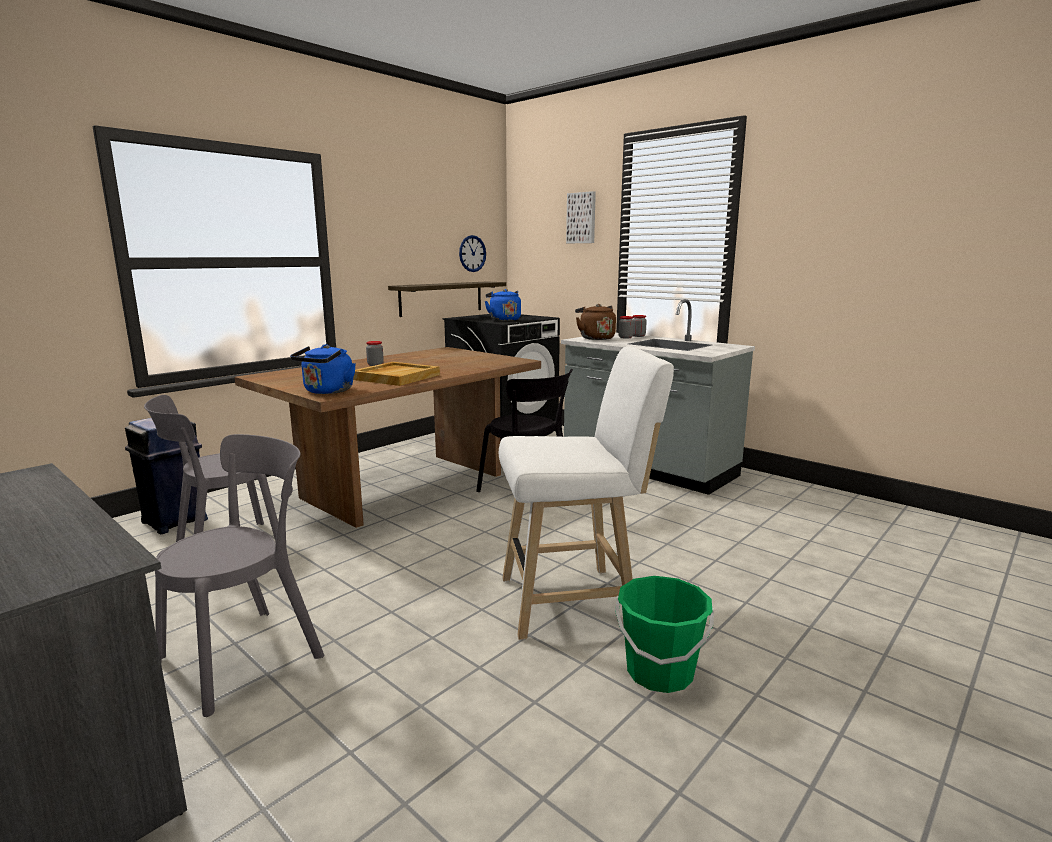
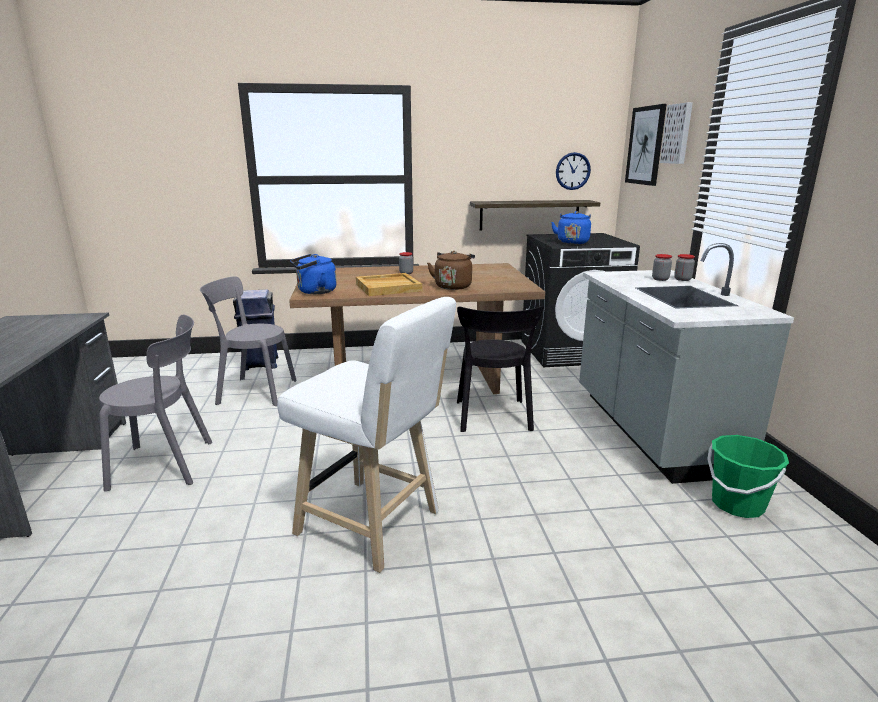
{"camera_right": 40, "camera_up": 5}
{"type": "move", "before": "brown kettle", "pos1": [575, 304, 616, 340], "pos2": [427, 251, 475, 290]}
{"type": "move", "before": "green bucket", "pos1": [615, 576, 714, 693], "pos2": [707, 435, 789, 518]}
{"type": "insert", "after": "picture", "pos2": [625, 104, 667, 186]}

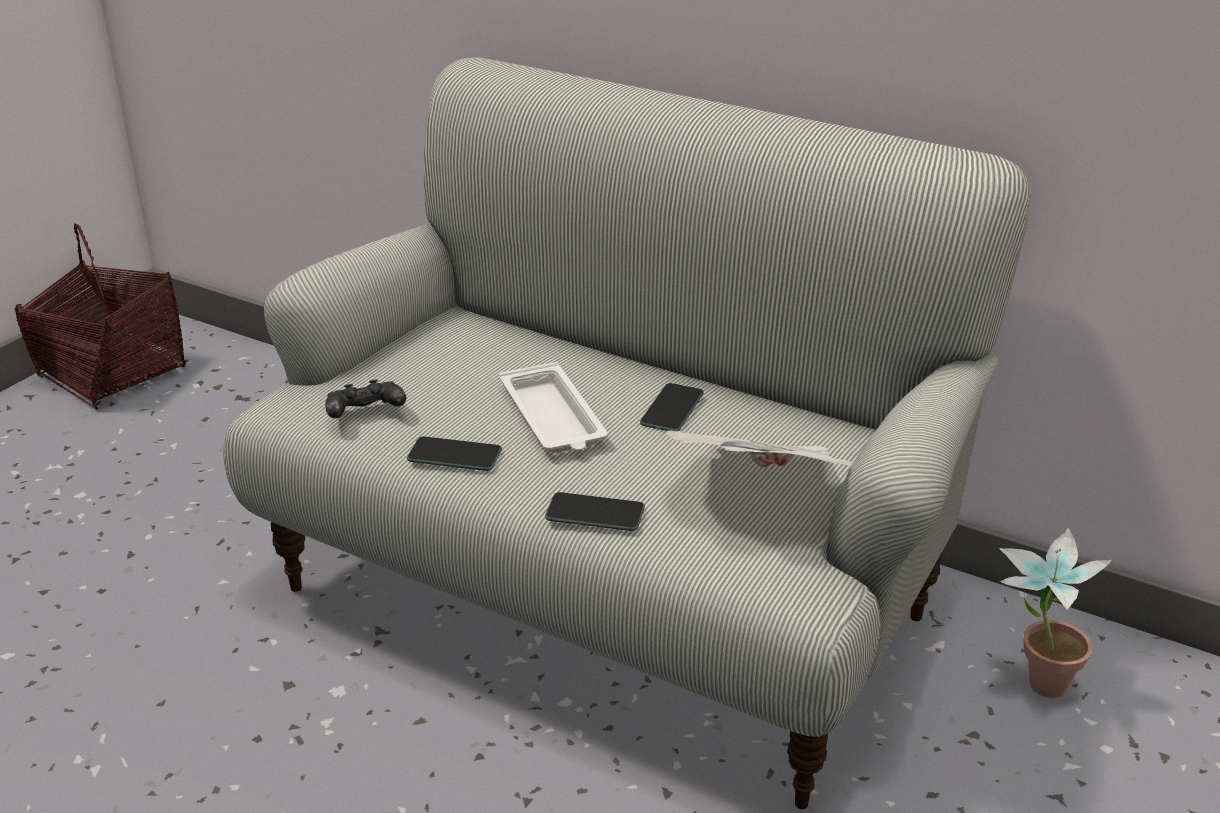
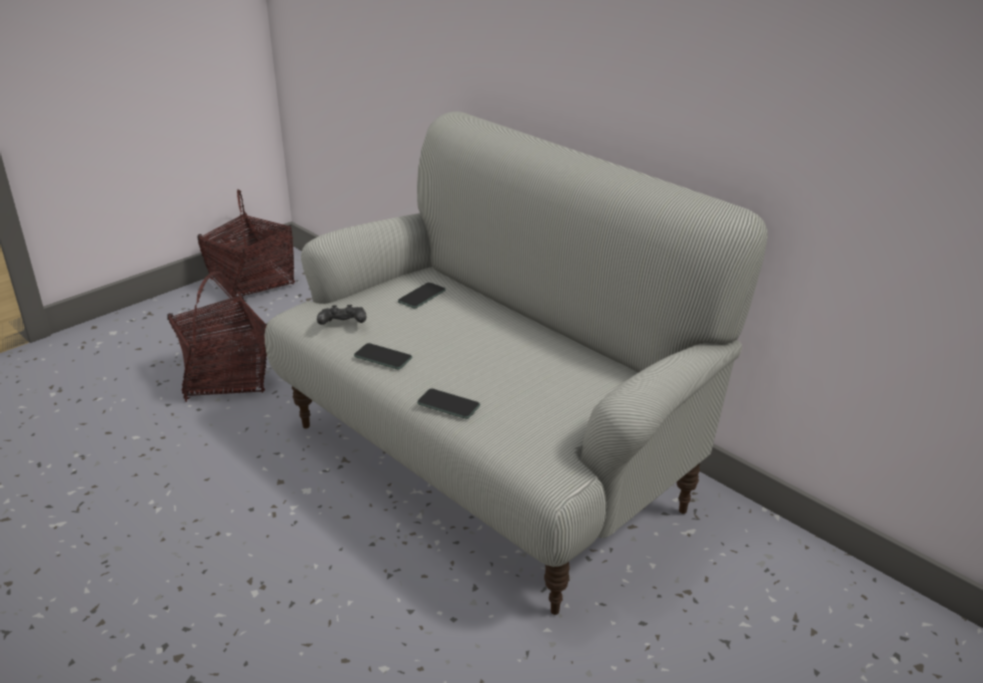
{"camera_right": 15, "camera_up": 0}
{"type": "delete", "before": "white tray", "pos1": [499, 362, 608, 453]}
{"type": "move", "before": "phone", "pos1": [640, 383, 704, 431], "pos2": [398, 282, 446, 308]}
{"type": "delete", "before": "newspaper", "pos1": [666, 431, 852, 467]}
{"type": "delete", "before": "potted plant", "pos1": [999, 528, 1112, 698]}
{"type": "insert", "after": "basket", "pos2": [167, 271, 267, 402]}

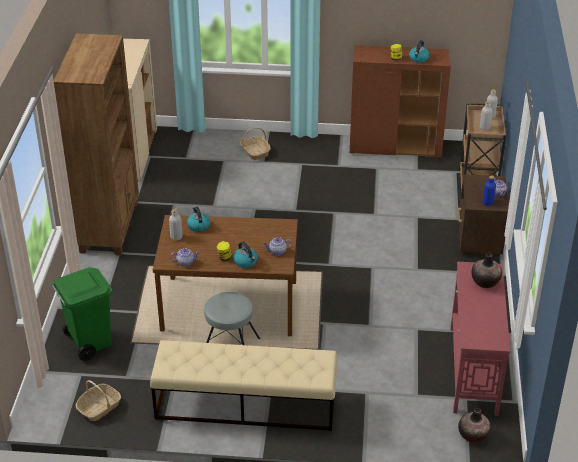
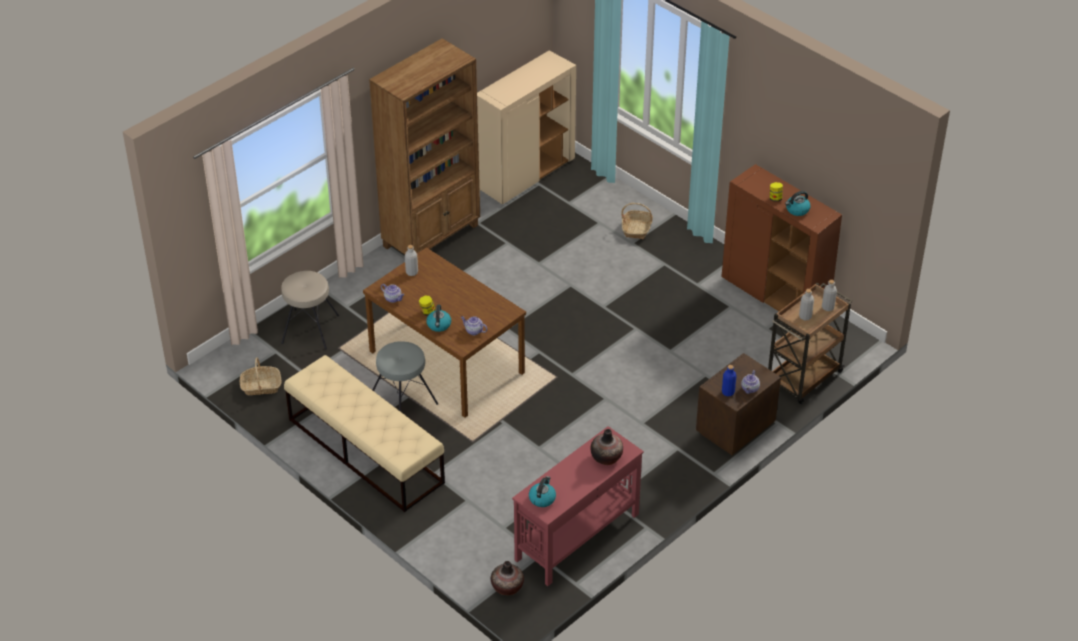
{"camera_right": 40, "camera_up": 5}
{"type": "replace", "before": "green trash can", "after": "beige stool", "pos1": [51, 268, 113, 361], "pos2": [281, 271, 339, 350]}
{"type": "move", "before": "kettle", "pos1": [187, 206, 210, 232], "pos2": [529, 476, 556, 507]}

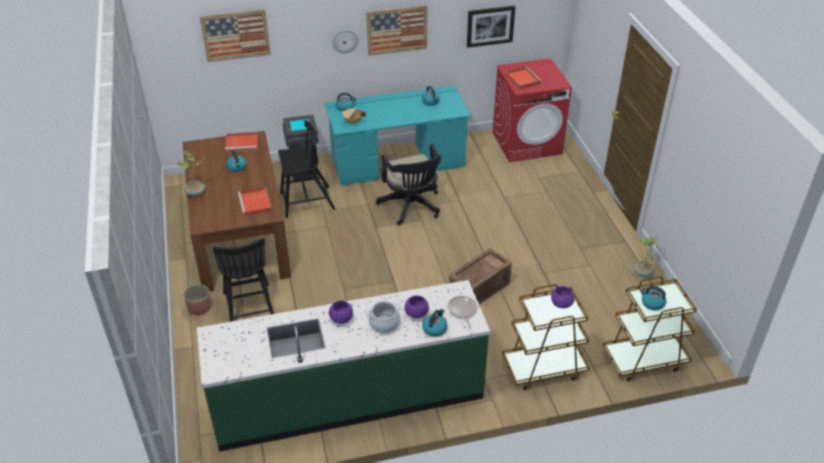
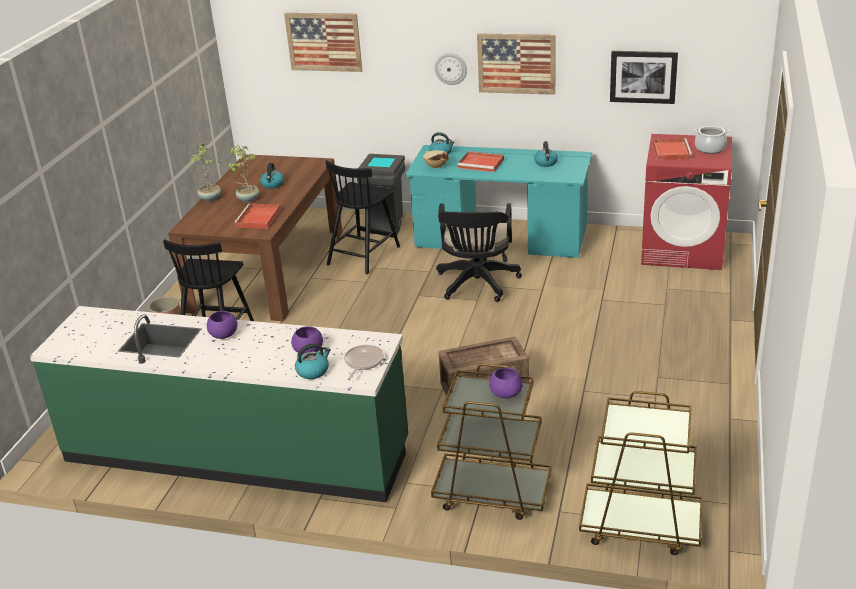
{"camera_right": 30, "camera_up": -10}
{"type": "move", "before": "red tray", "pos1": [225, 132, 258, 152], "pos2": [457, 151, 504, 172]}
{"type": "rotate", "before": "black chair", "pos1": [278, 120, 335, 218], "pos2": [325, 160, 400, 274], "turn": 105}
{"type": "move", "before": "cooking pot", "pos1": [367, 301, 401, 333], "pos2": [694, 126, 730, 154]}
{"type": "move", "before": "potted plant", "pos1": [634, 237, 659, 277], "pos2": [228, 145, 259, 202]}
{"type": "delete", "before": "kettle", "pos1": [640, 286, 666, 311]}

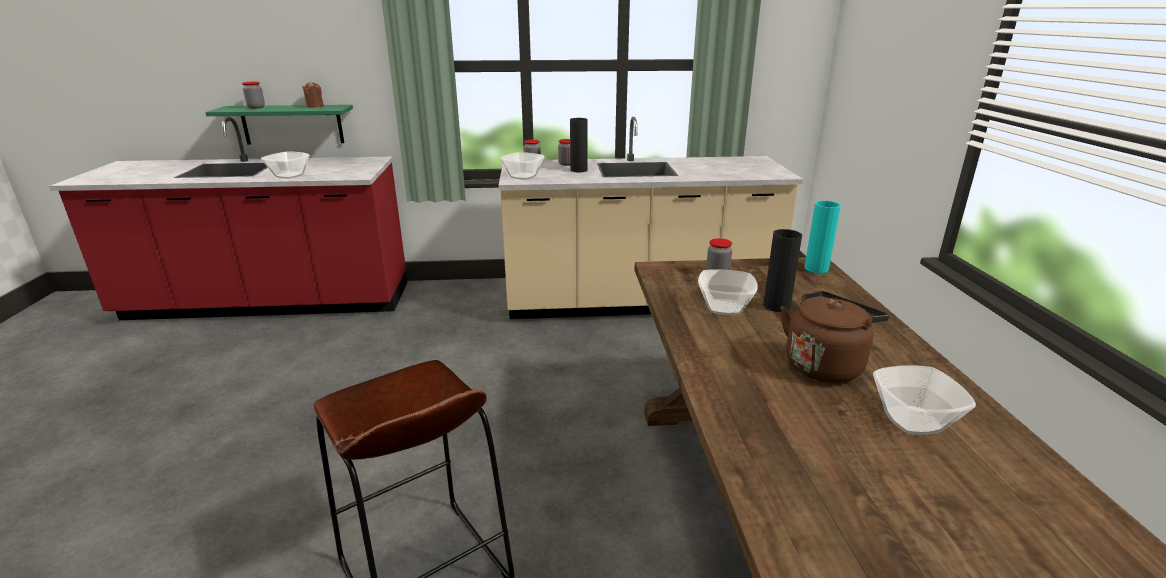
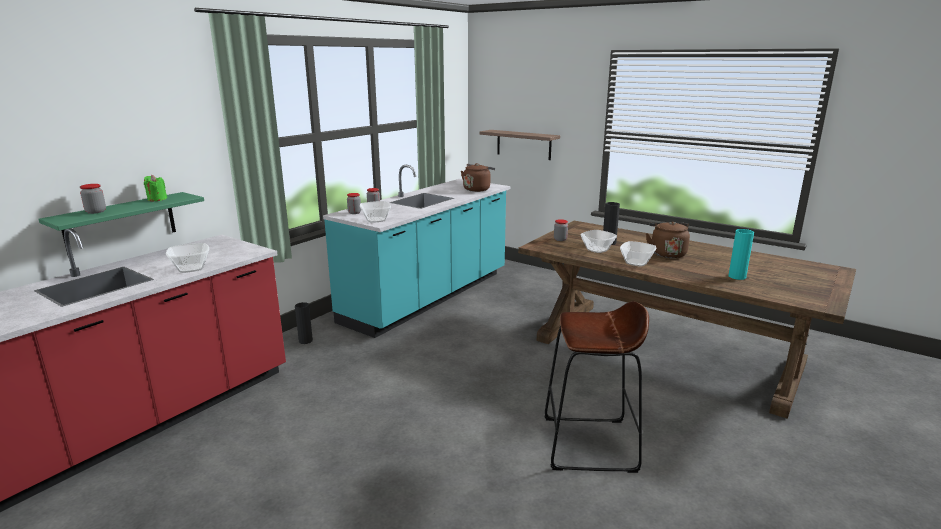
{"camera_right": -50, "camera_up": -5}
{"type": "recolor", "before": "brown candle", "after": "green candle", "pos1": [302, 81, 324, 108], "pos2": [144, 175, 167, 202]}
{"type": "recolor", "before": "beige counter", "after": "turquoise counter", "pos1": [499, 117, 803, 319], "pos2": [323, 165, 510, 338]}
{"type": "move", "before": "black vase", "pos1": [570, 118, 588, 172], "pos2": [295, 302, 313, 344]}
{"type": "move", "before": "turquoise vase", "pos1": [804, 201, 841, 273], "pos2": [728, 229, 754, 280]}
{"type": "move", "before": "bowl", "pos1": [873, 365, 976, 435], "pos2": [620, 241, 656, 267]}
{"type": "insert", "after": "brown kettle", "pos2": [461, 163, 495, 192]}
{"type": "insert", "after": "shelf", "pos2": [479, 130, 560, 160]}

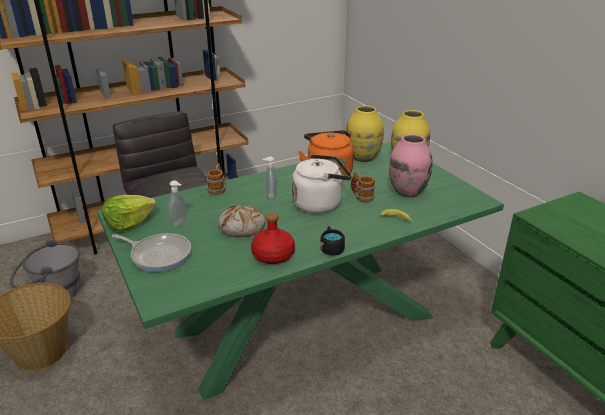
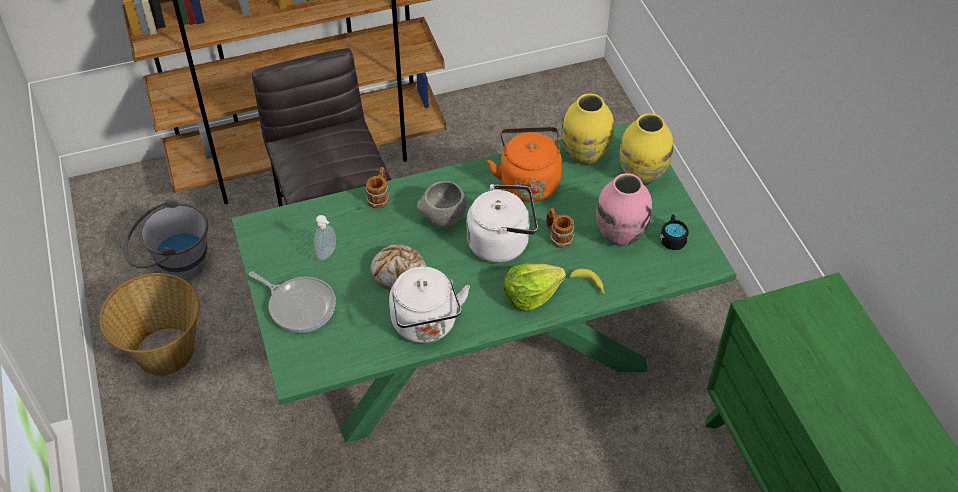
{"camera_right": 10, "camera_up": 20}
{"type": "move", "before": "lettuce", "pos1": [102, 195, 156, 232], "pos2": [503, 263, 566, 312]}
{"type": "replace", "before": "red bottle", "after": "white kettle", "pos1": [251, 213, 295, 264], "pos2": [389, 267, 470, 343]}
{"type": "replace", "before": "soap dispenser", "after": "grey bowl", "pos1": [263, 156, 277, 199], "pos2": [417, 181, 467, 227]}
{"type": "move", "before": "black mug", "pos1": [320, 226, 345, 256], "pos2": [660, 214, 689, 250]}

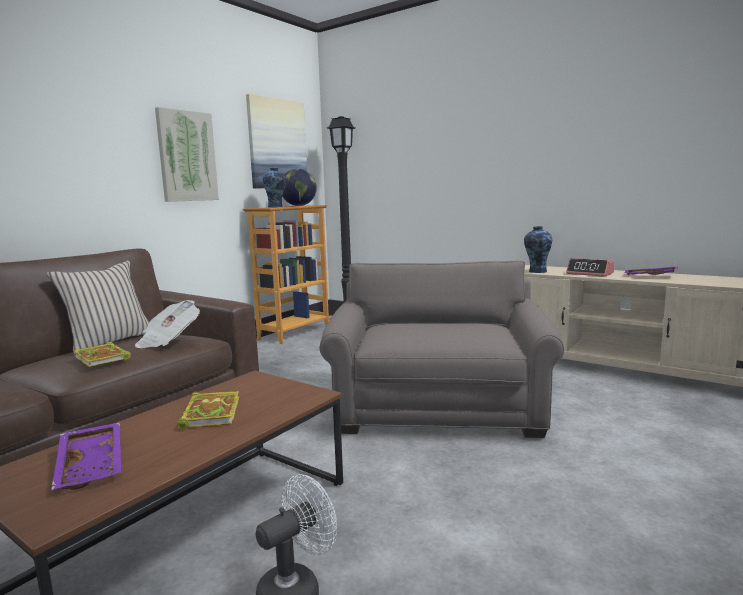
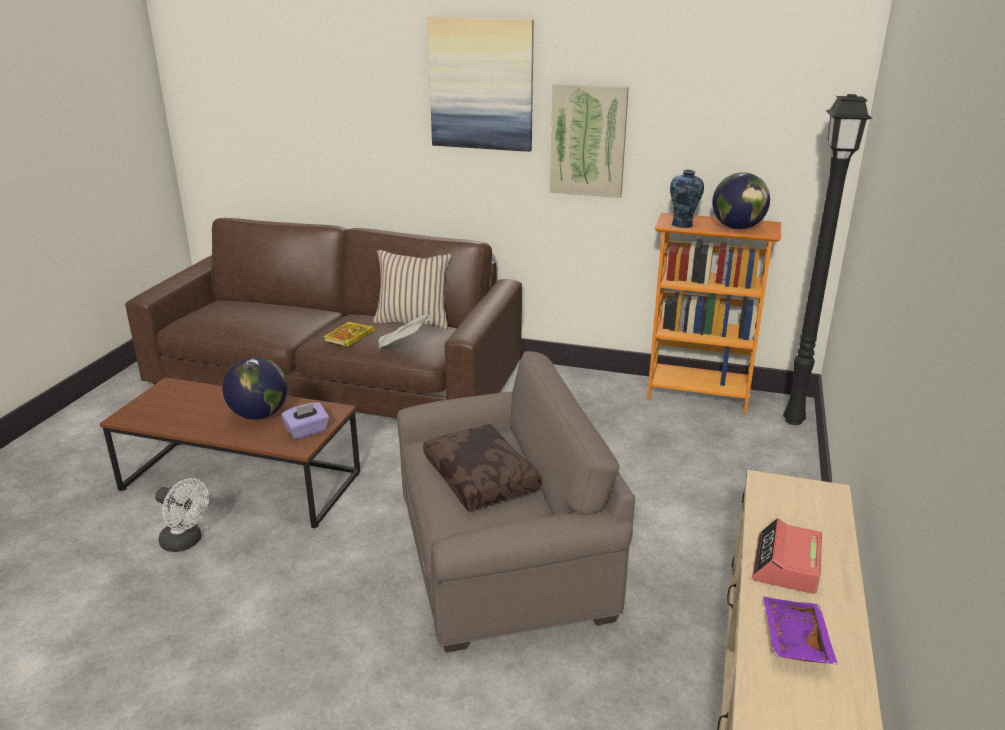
{"camera_right": 70, "camera_up": 15}
{"type": "delete", "before": "purple tray", "pos1": [51, 422, 121, 490]}
{"type": "replace", "before": "book", "after": "globe", "pos1": [177, 391, 239, 430], "pos2": [222, 357, 288, 419]}
{"type": "move", "before": "picture", "pos1": [246, 94, 307, 188], "pos2": [427, 17, 534, 152]}
{"type": "delete", "before": "vase", "pos1": [524, 226, 552, 273]}
{"type": "insert", "after": "purple tissue box", "pos2": [281, 403, 329, 439]}
{"type": "insert", "after": "brown pillow", "pos2": [423, 424, 541, 511]}

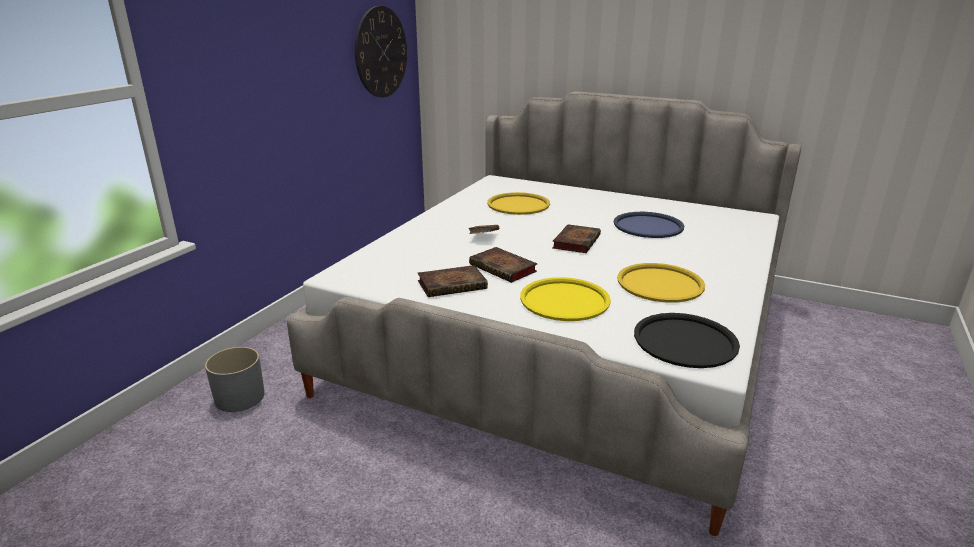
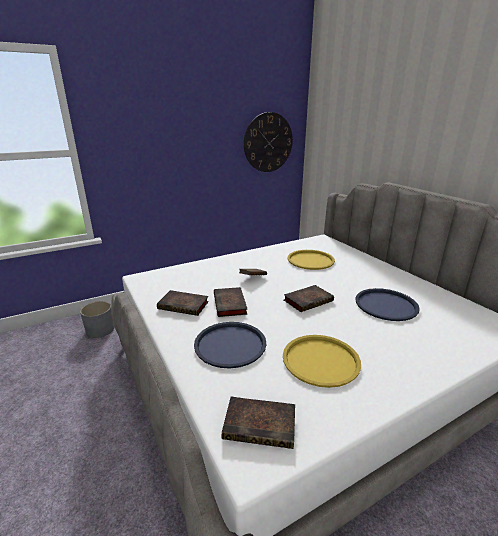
{"camera_right": 35, "camera_up": 0}
{"type": "recolor", "before": "yellow tray", "after": "blue tray", "pos1": [520, 277, 611, 321], "pos2": [194, 322, 266, 368]}
{"type": "replace", "before": "black tray", "after": "book", "pos1": [634, 313, 740, 368], "pos2": [222, 397, 295, 449]}

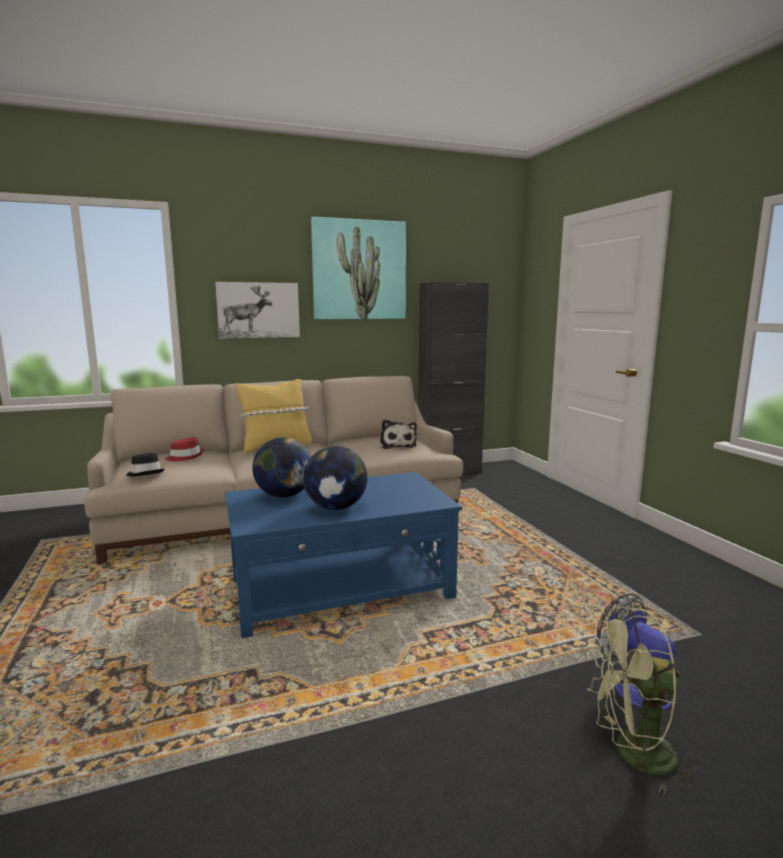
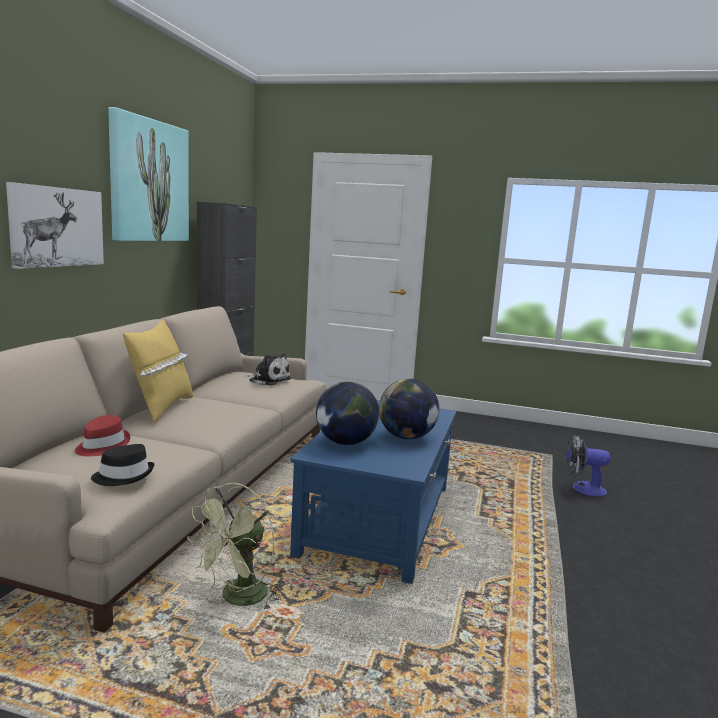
{"camera_right": -55, "camera_up": 0}
{"type": "move", "before": "green fan", "pos1": [587, 606, 701, 796], "pos2": [187, 483, 281, 609]}

